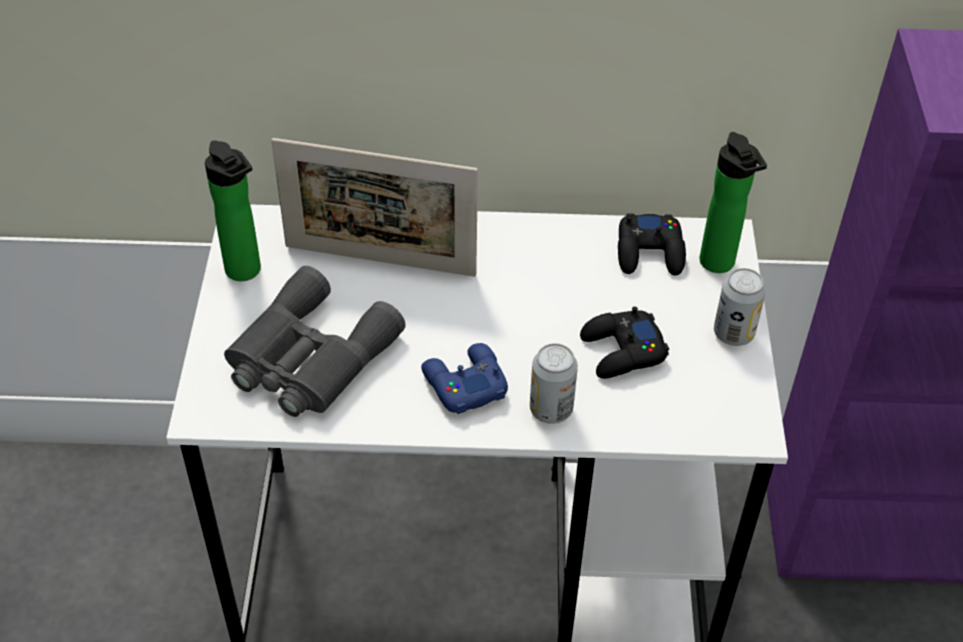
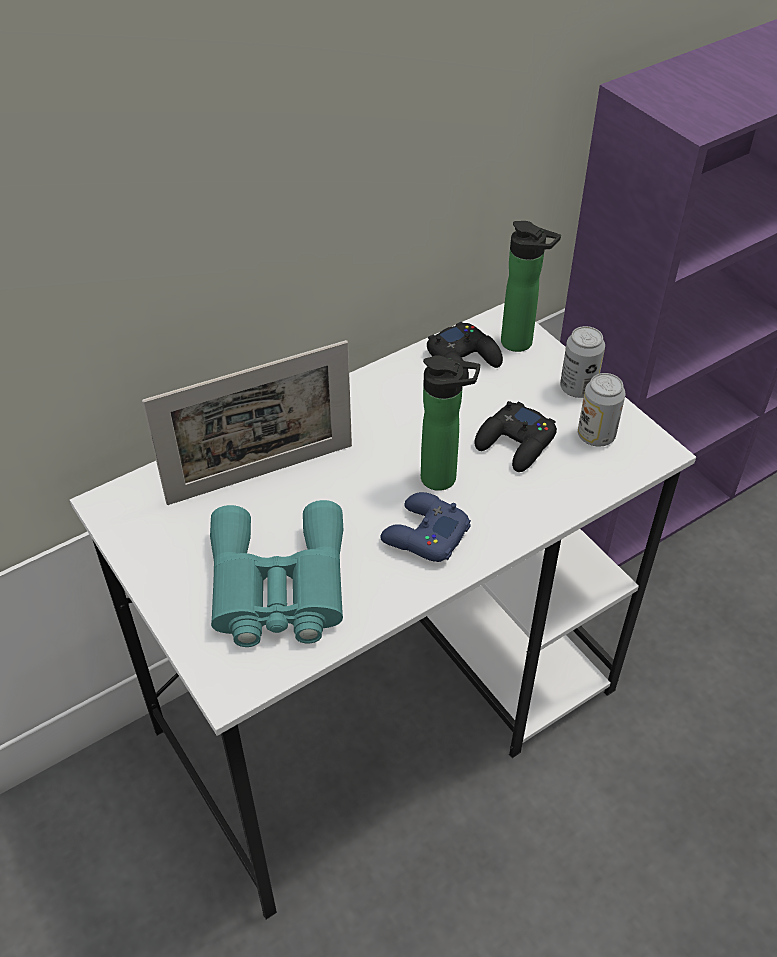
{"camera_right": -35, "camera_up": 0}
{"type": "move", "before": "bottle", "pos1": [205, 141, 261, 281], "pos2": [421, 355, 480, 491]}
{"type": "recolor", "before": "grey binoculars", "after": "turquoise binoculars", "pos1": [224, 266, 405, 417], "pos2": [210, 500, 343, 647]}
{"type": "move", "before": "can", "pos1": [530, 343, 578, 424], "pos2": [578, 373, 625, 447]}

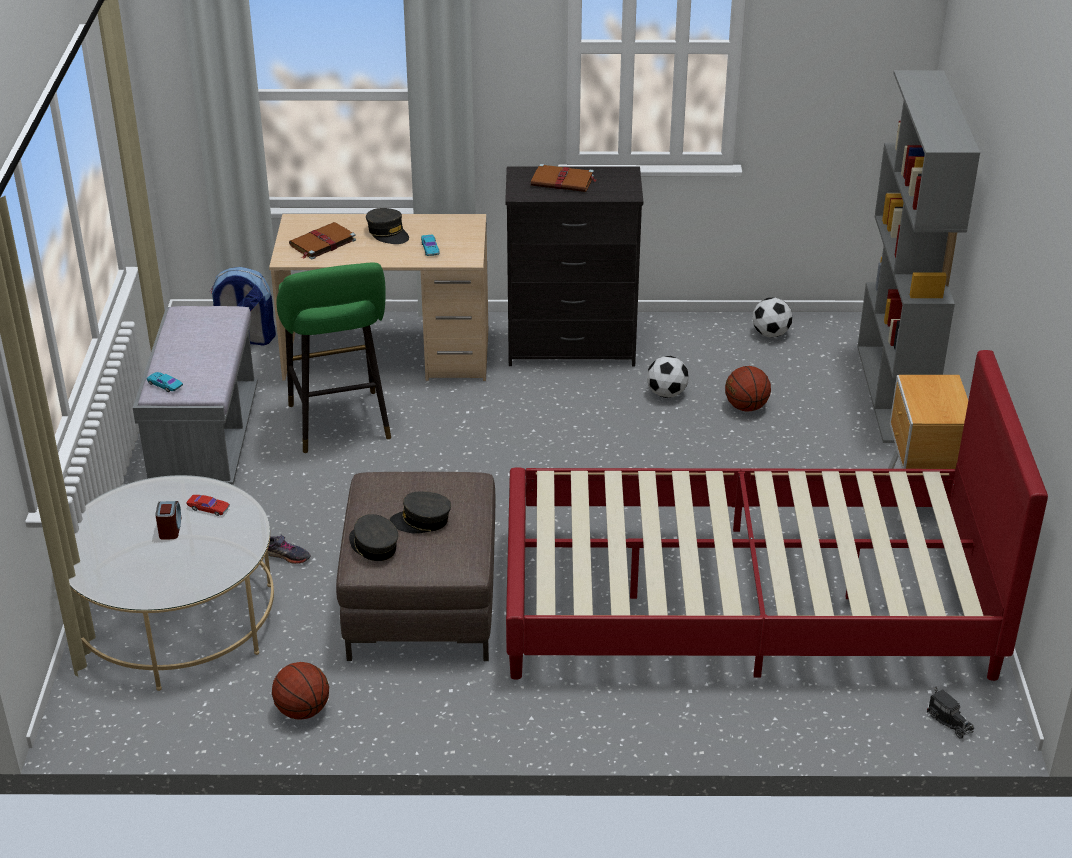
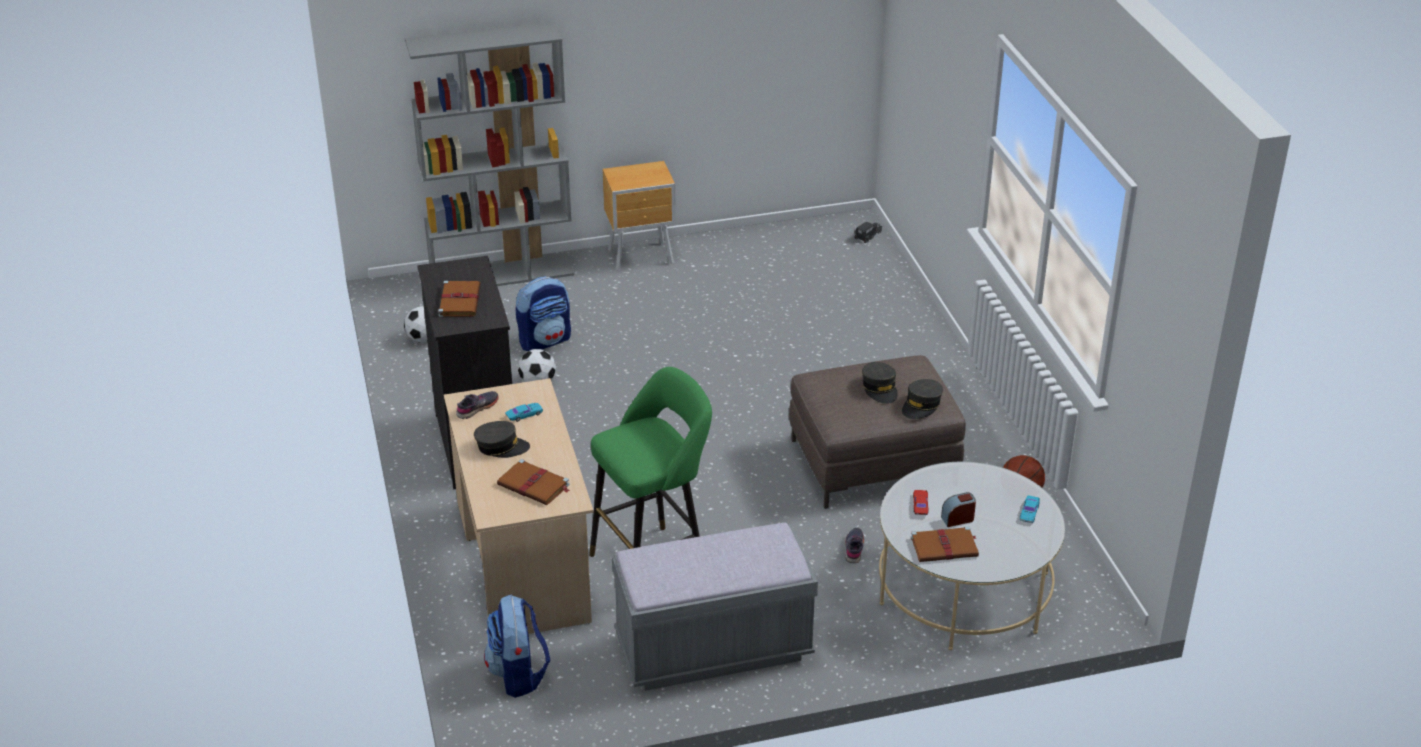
{"camera_right": -105, "camera_up": 0}
{"type": "move", "before": "turquoise toy car", "pos1": [146, 372, 183, 392], "pos2": [1020, 495, 1040, 523]}
{"type": "rotate", "before": "grey cap", "pos1": [366, 208, 409, 244], "pos2": [474, 421, 530, 458], "turn": 60}
{"type": "delete", "before": "red bed", "pos1": [506, 350, 1048, 681]}
{"type": "replace", "before": "basketball", "after": "backpack", "pos1": [725, 366, 771, 412], "pos2": [515, 276, 571, 351]}
{"type": "insert", "after": "grey shoe", "pos2": [456, 391, 499, 419]}
{"type": "insert", "after": "brown book", "pos2": [911, 526, 979, 562]}

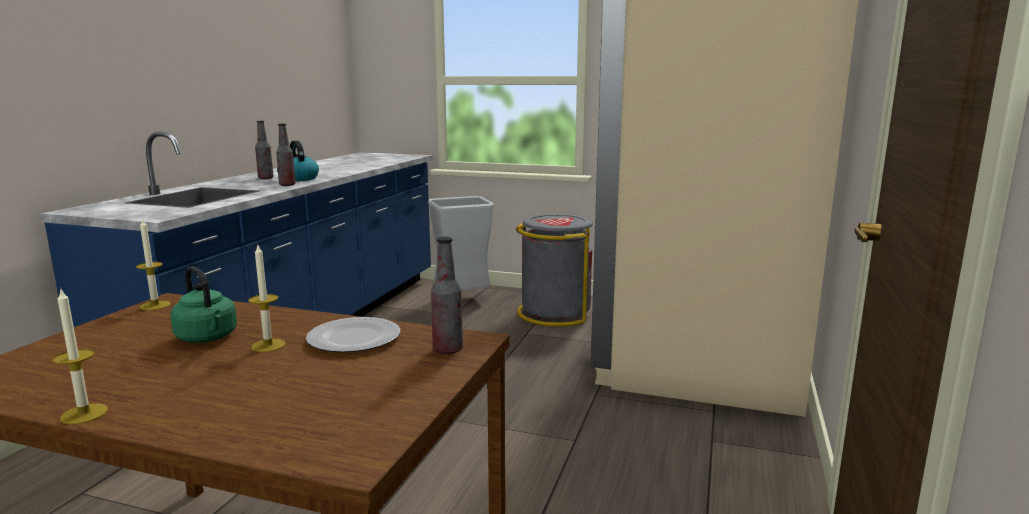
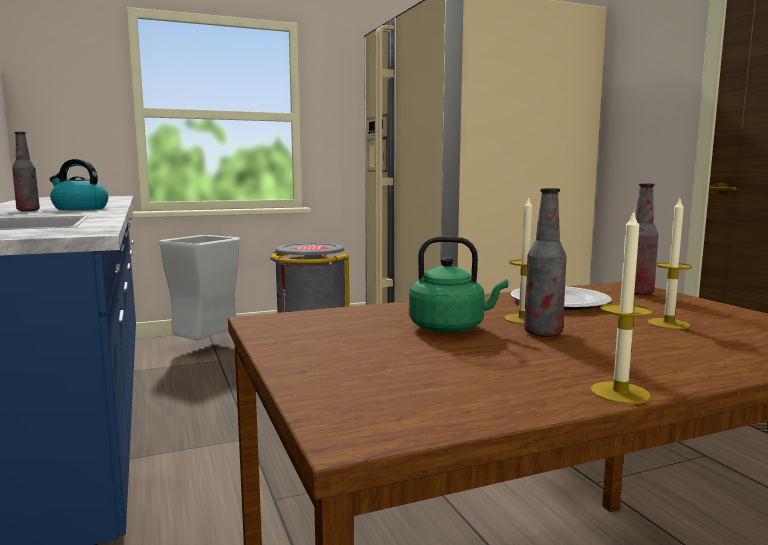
{"camera_right": -40, "camera_up": -5}
{"type": "move", "before": "candle", "pos1": [136, 218, 171, 310], "pos2": [648, 198, 693, 329]}
{"type": "move", "before": "bottle", "pos1": [276, 124, 296, 186], "pos2": [524, 188, 567, 337]}

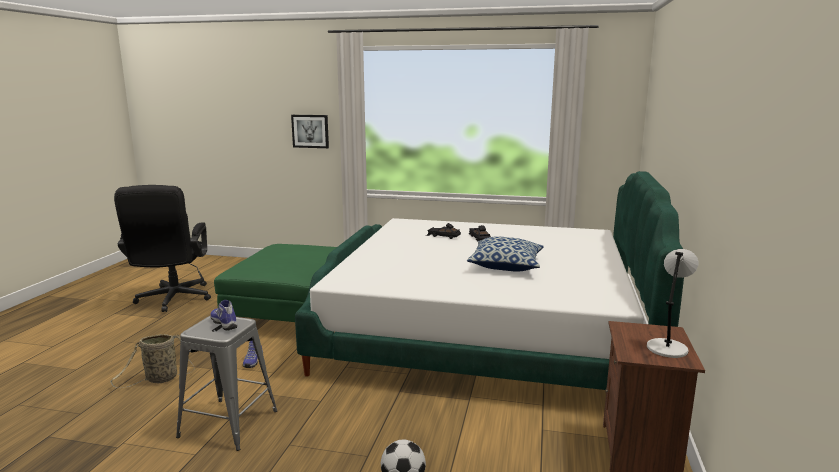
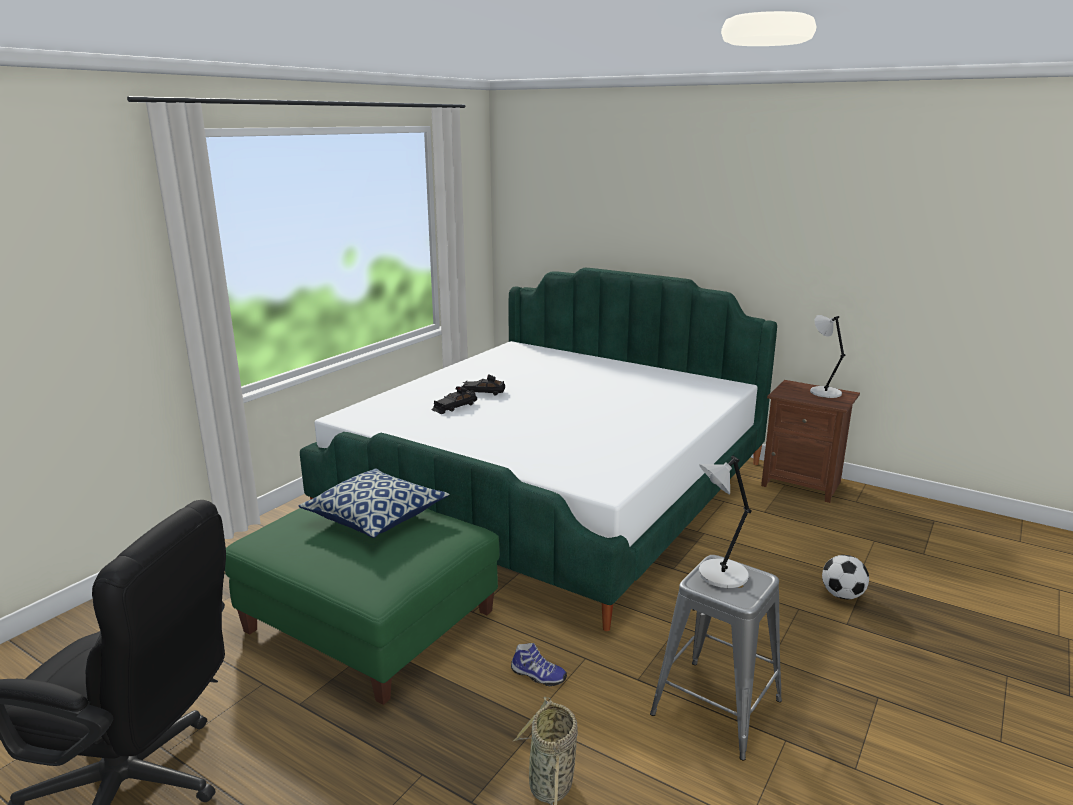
{"camera_right": -70, "camera_up": 5}
{"type": "replace", "before": "shoe", "after": "grey table lamp", "pos1": [210, 300, 237, 331], "pos2": [699, 456, 752, 588]}
{"type": "delete", "before": "picture", "pos1": [291, 115, 329, 148]}
{"type": "move", "before": "pillow", "pos1": [467, 236, 544, 272], "pos2": [298, 469, 449, 538]}

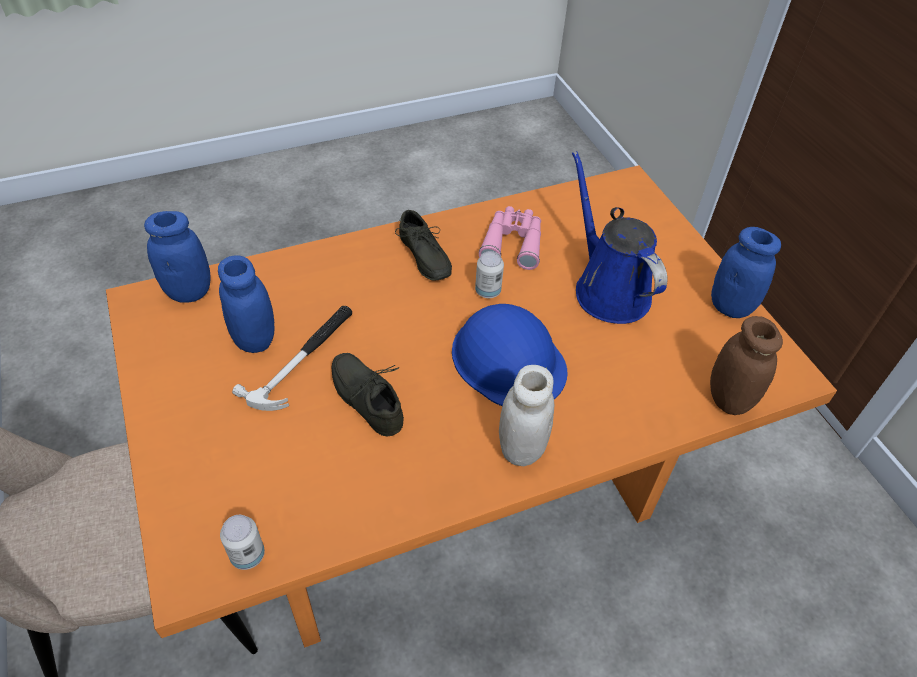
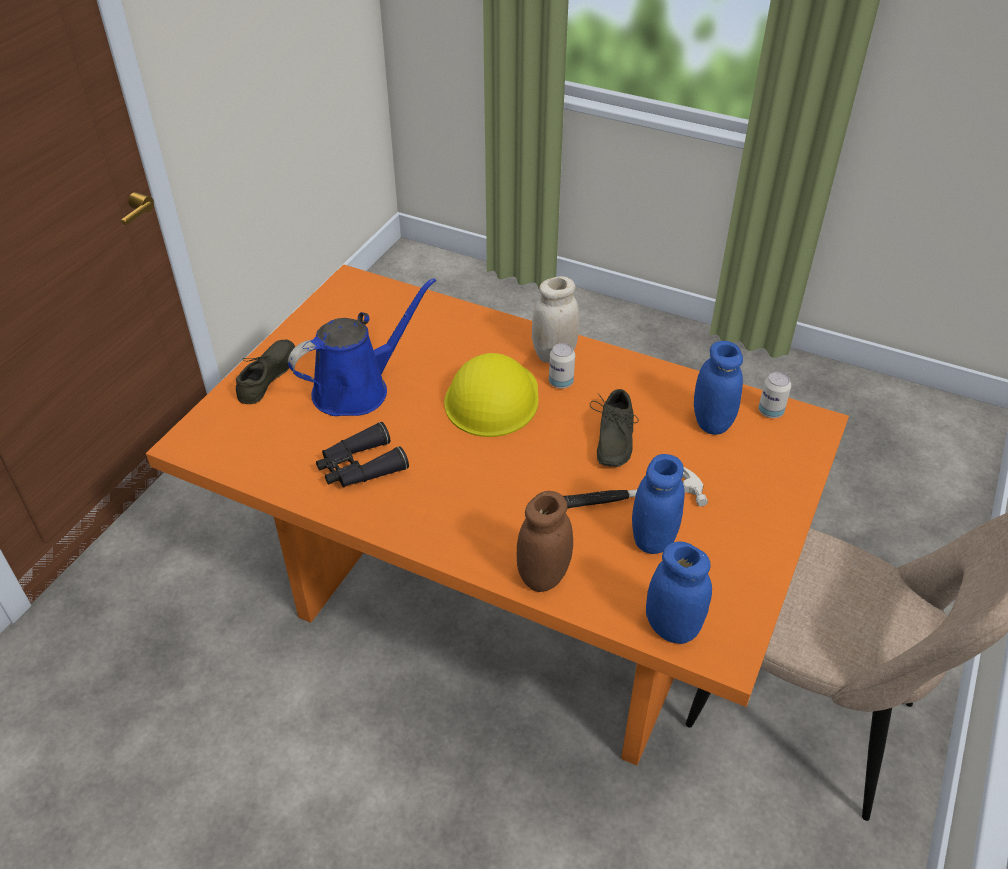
{"camera_right": -130, "camera_up": -5}
{"type": "move", "before": "grey shoe", "pos1": [395, 210, 452, 280], "pos2": [236, 339, 295, 404]}
{"type": "recolor", "before": "blue hard hat", "after": "yellow hard hat", "pos1": [452, 304, 567, 406], "pos2": [444, 353, 539, 437]}
{"type": "move", "before": "can", "pos1": [475, 251, 504, 298], "pos2": [549, 343, 575, 389]}
{"type": "recolor", "before": "pink binoculars", "after": "black binoculars", "pos1": [479, 206, 541, 270], "pos2": [316, 422, 409, 488]}
{"type": "rotate", "before": "blue watering can", "pos1": [572, 151, 668, 324], "pos2": [288, 277, 436, 416], "turn": -150}
{"type": "move", "before": "brown jar", "pos1": [710, 316, 783, 415], "pos2": [517, 491, 573, 592]}
{"type": "move", "before": "blue jar", "pos1": [711, 227, 781, 318], "pos2": [694, 341, 743, 435]}

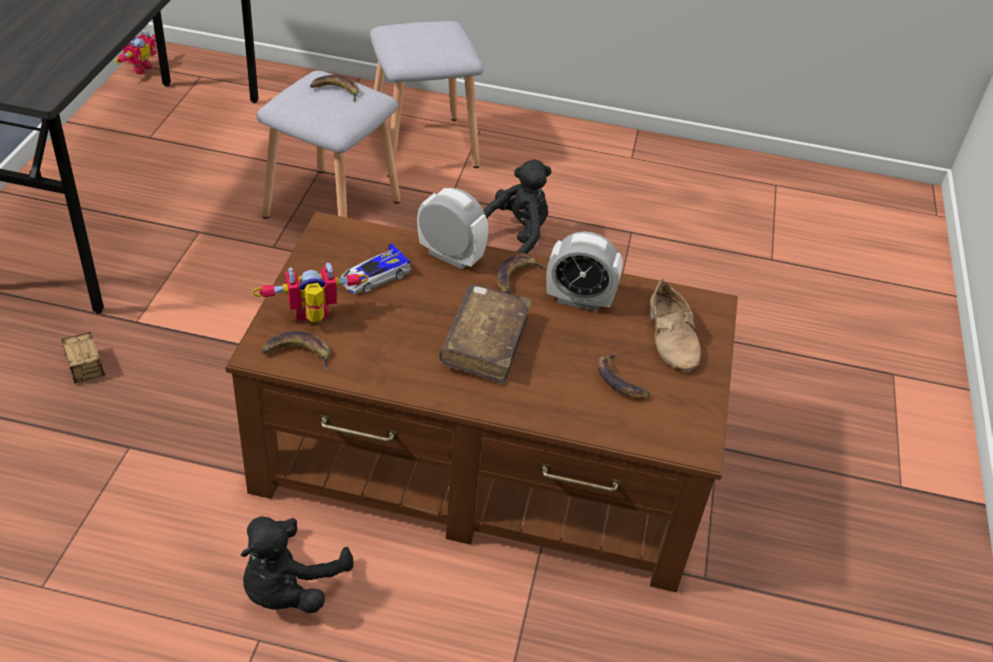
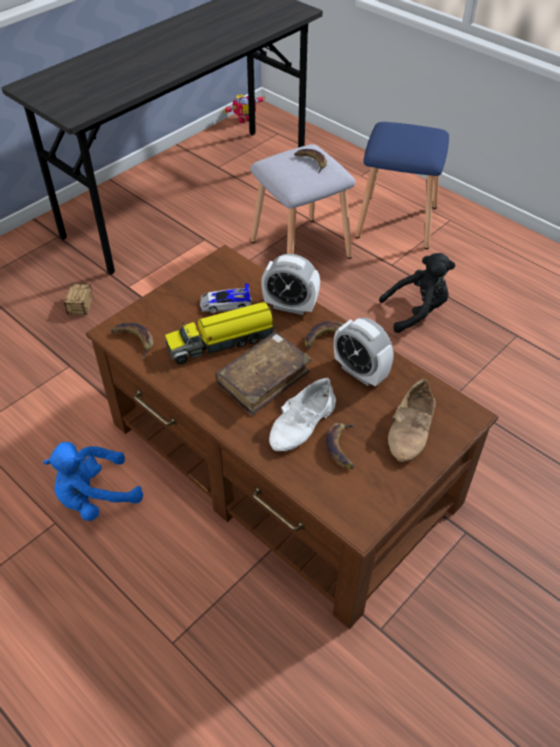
{"camera_right": 35, "camera_up": 5}
{"type": "recolor", "before": "black plush toy", "after": "blue plush toy", "pos1": [241, 516, 353, 613], "pos2": [43, 442, 143, 521]}
{"type": "delete", "before": "toy robot", "pos1": [252, 263, 368, 322]}
{"type": "recolor", "before": "grey stool", "after": "blue stool", "pos1": [370, 21, 484, 177], "pos2": [355, 122, 449, 249]}
{"type": "rotate", "before": "alarm clock", "pos1": [417, 188, 488, 269], "pos2": [261, 254, 320, 315], "turn": 135}
{"type": "insert", "after": "toy truck", "pos2": [165, 302, 277, 364]}
{"type": "insert", "after": "white shoe", "pos2": [269, 378, 336, 451]}

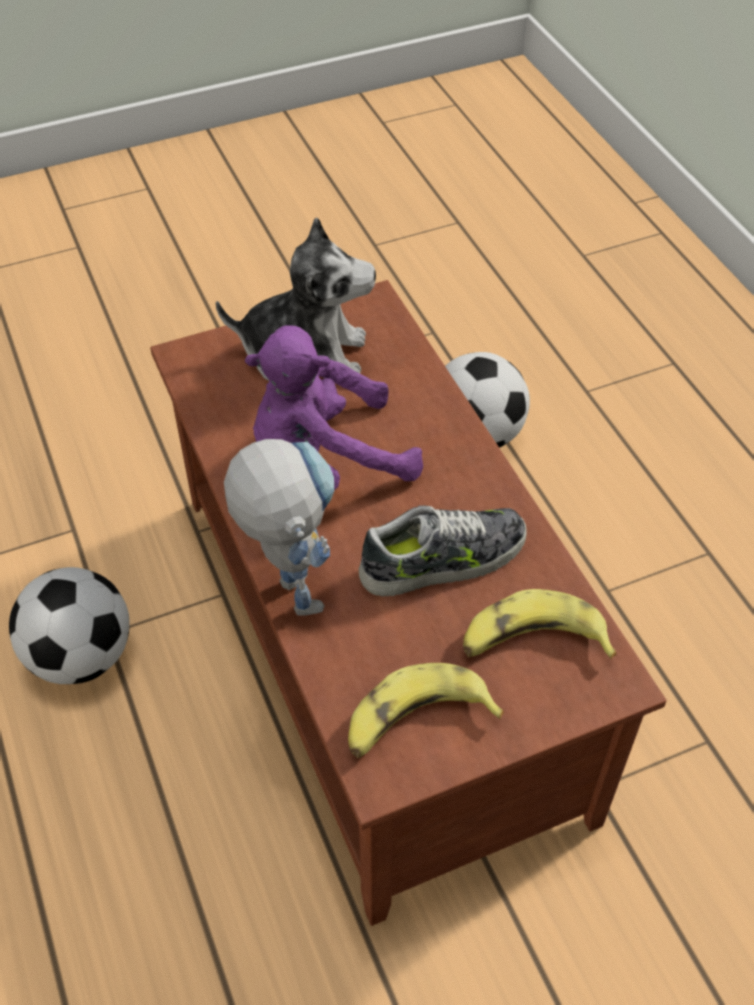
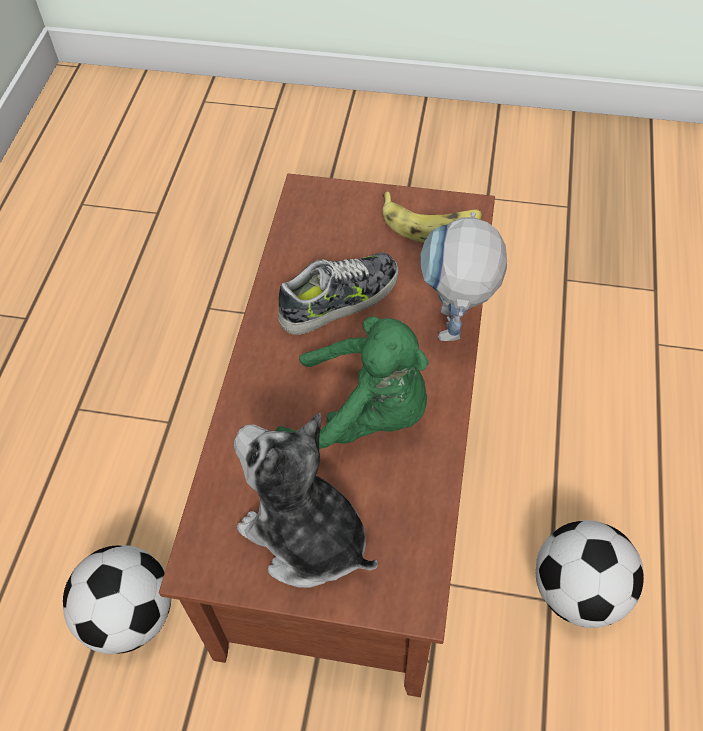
{"camera_right": -145, "camera_up": 5}
{"type": "recolor", "before": "purple plush toy", "after": "green plush toy", "pos1": [245, 325, 423, 491], "pos2": [276, 316, 429, 449]}
{"type": "rotate", "before": "shoe", "pos1": [359, 505, 527, 597], "pos2": [278, 252, 398, 335], "turn": 135}
{"type": "delete", "before": "banana", "pos1": [463, 589, 617, 659]}

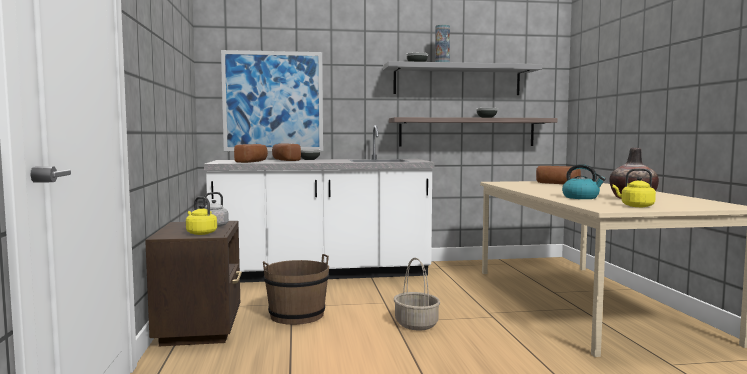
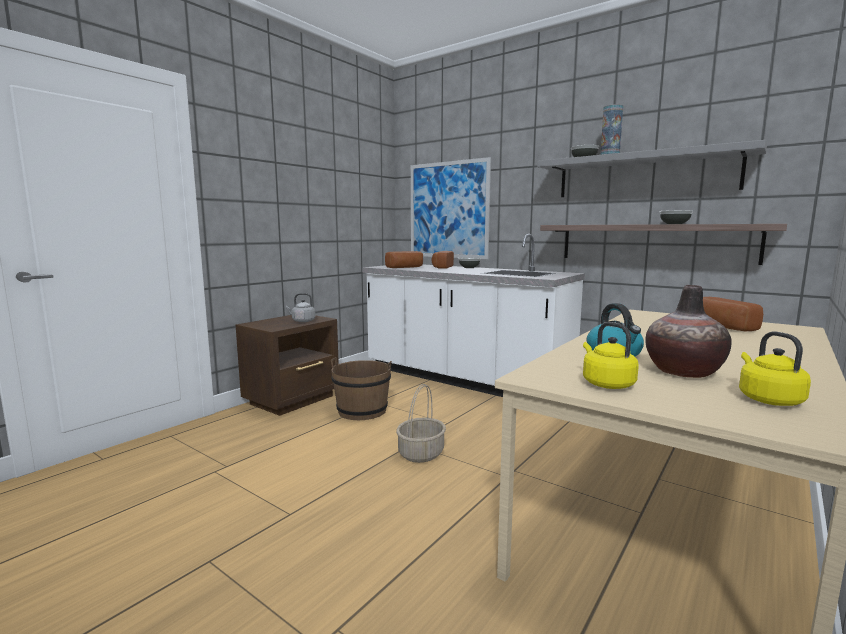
{"camera_right": 45, "camera_up": 5}
{"type": "move", "before": "yellow kettle", "pos1": [186, 197, 217, 235], "pos2": [739, 331, 811, 406]}

